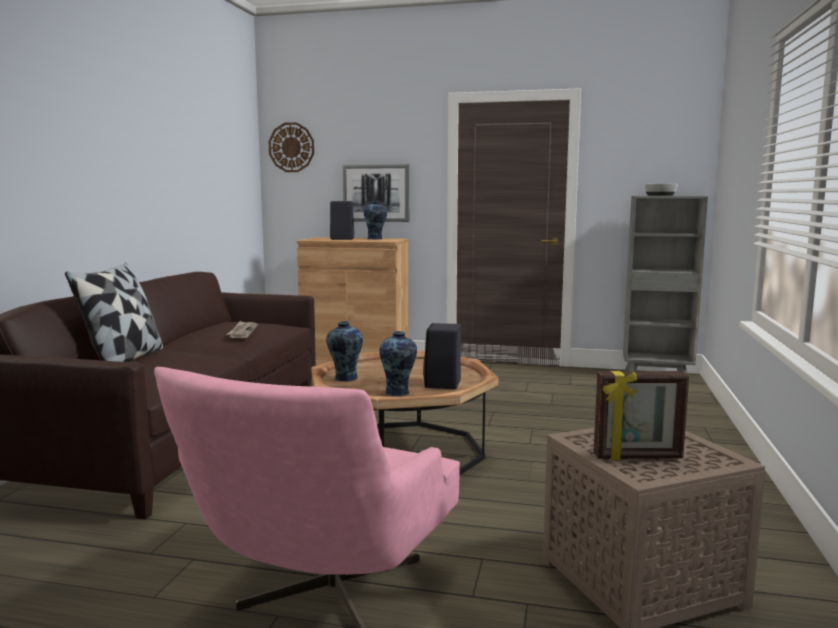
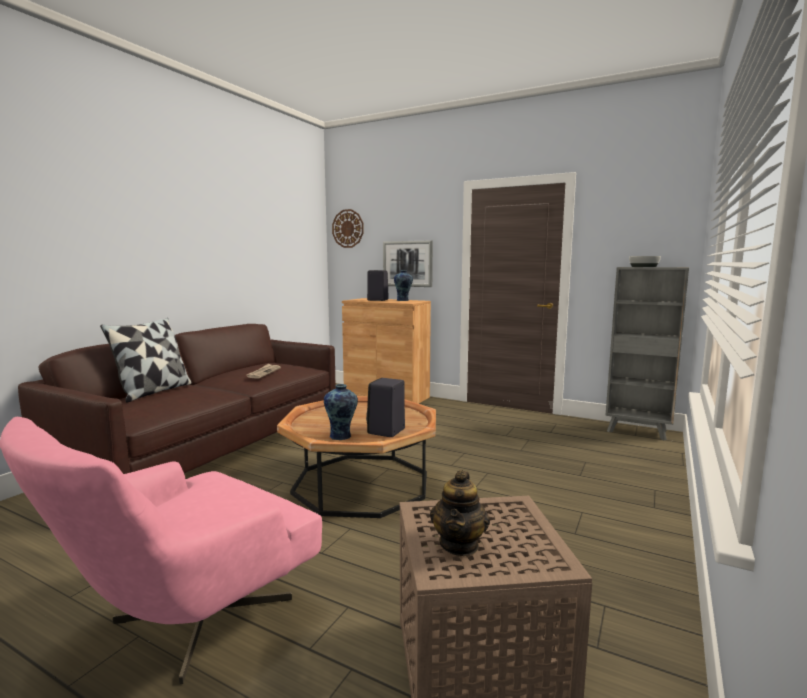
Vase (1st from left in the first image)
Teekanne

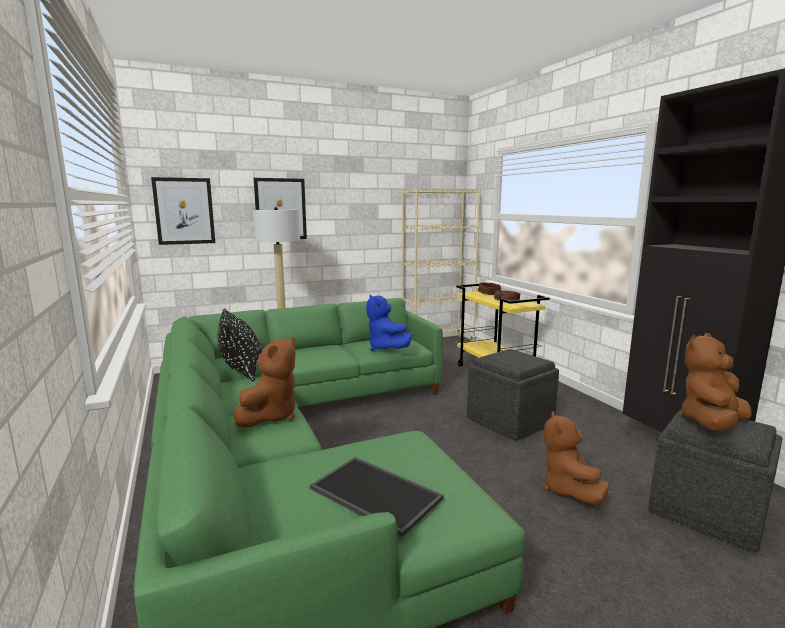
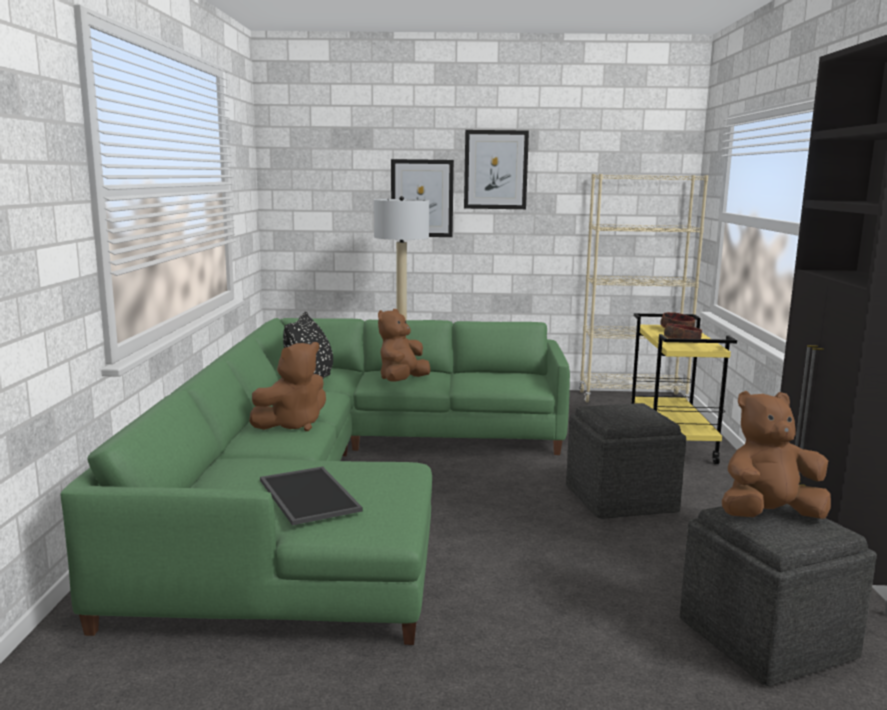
Bild (2nd from left)
Plüschtier/blau
Plüschtier/braun (2nd from left)

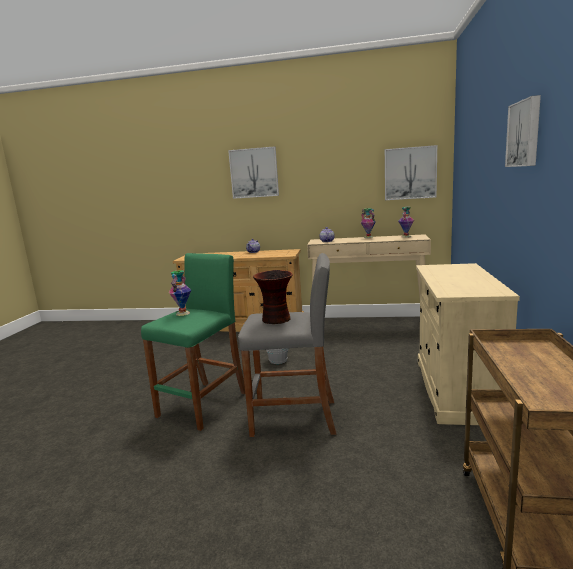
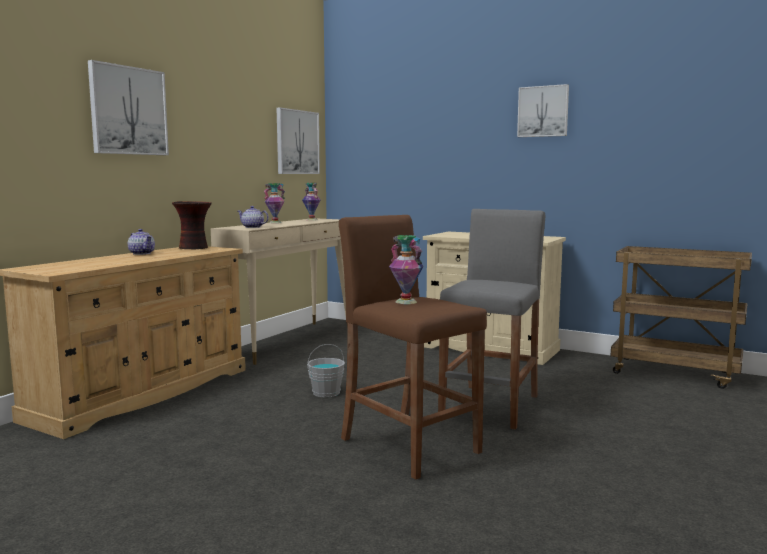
Hocker/braun
Vase (1st from left)

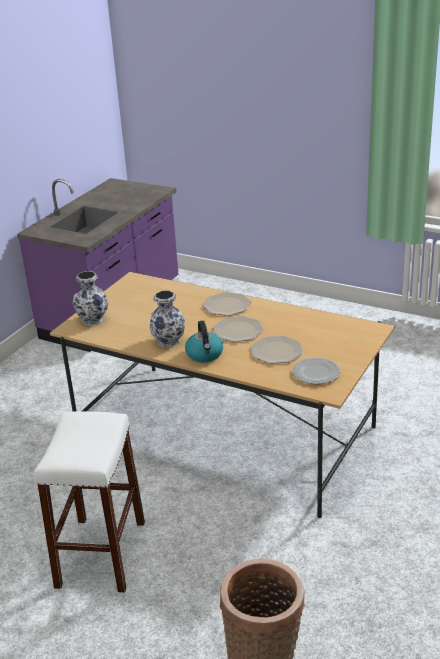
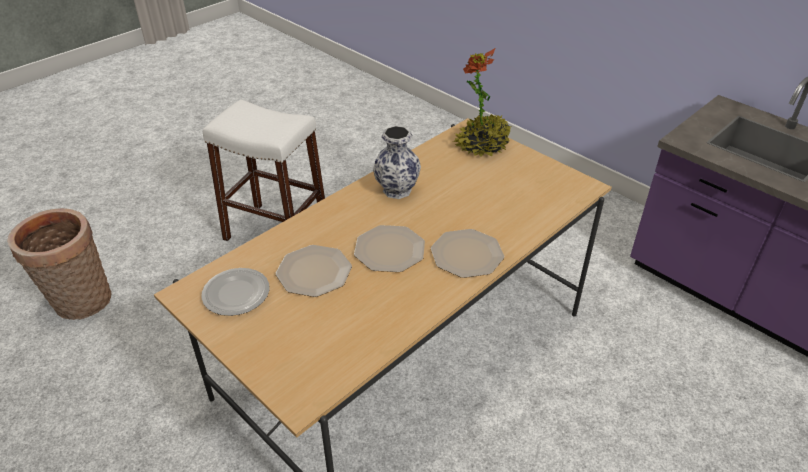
Topfpflanze
Wasserkessel

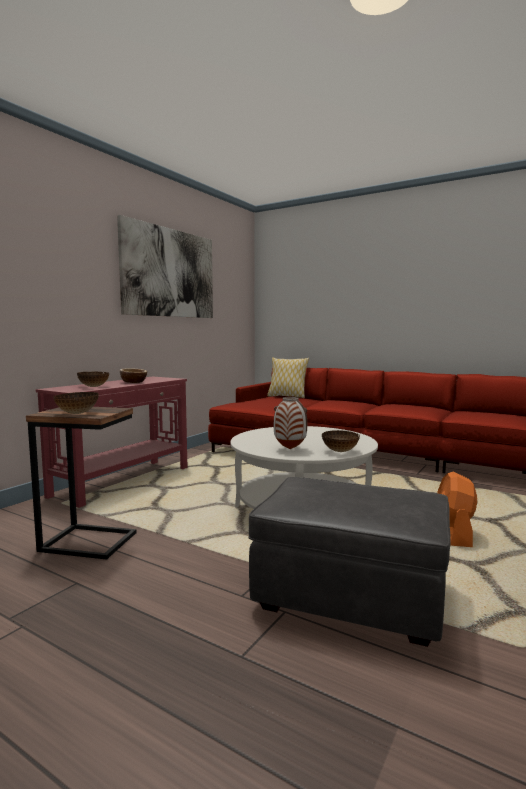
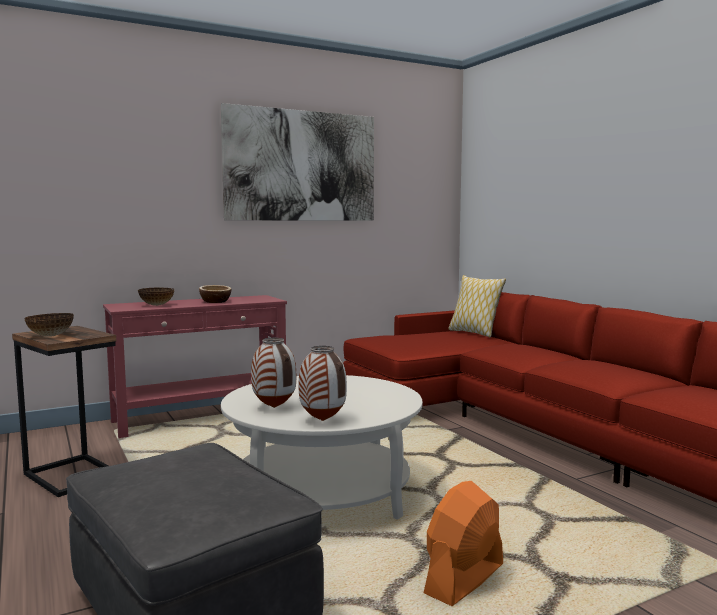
Vase (2nd from left)

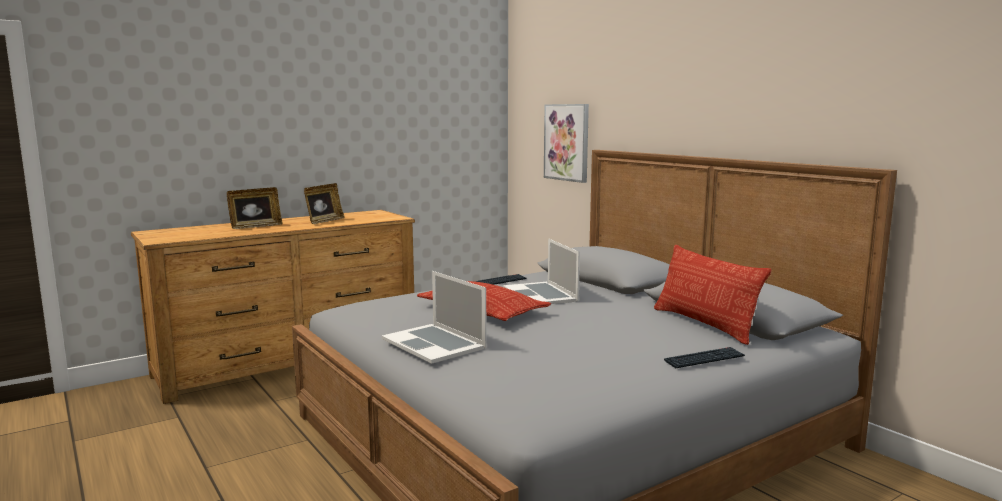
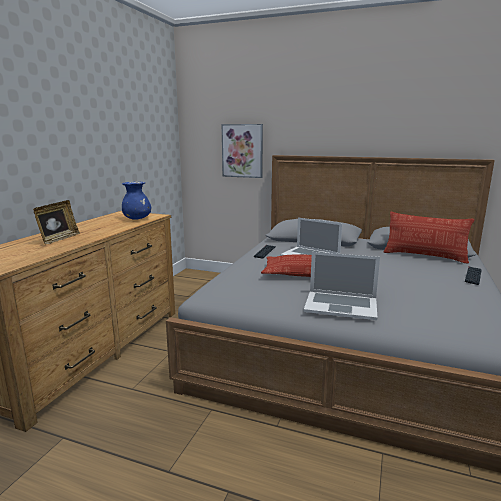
Bilderrahmen (2nd from left in the first image)
Vase/blau

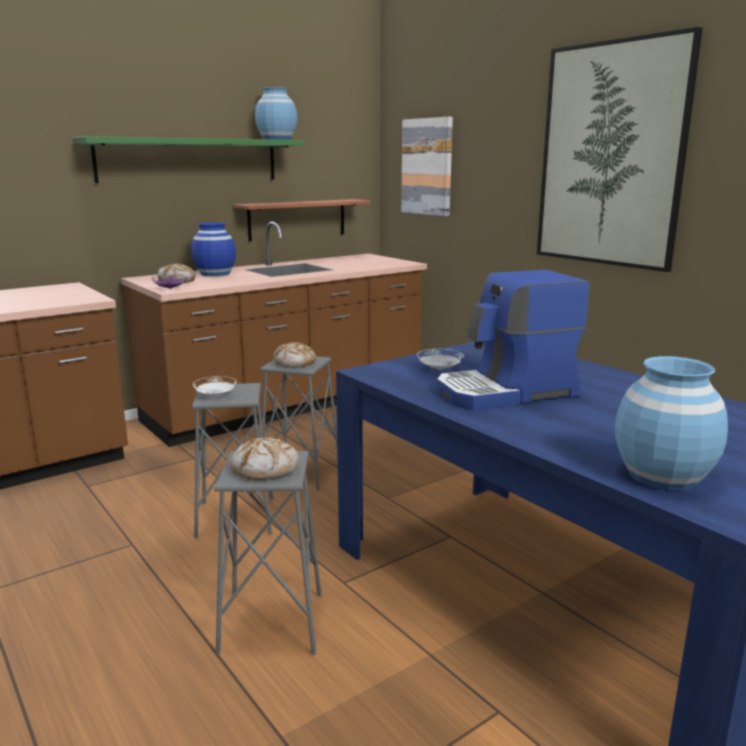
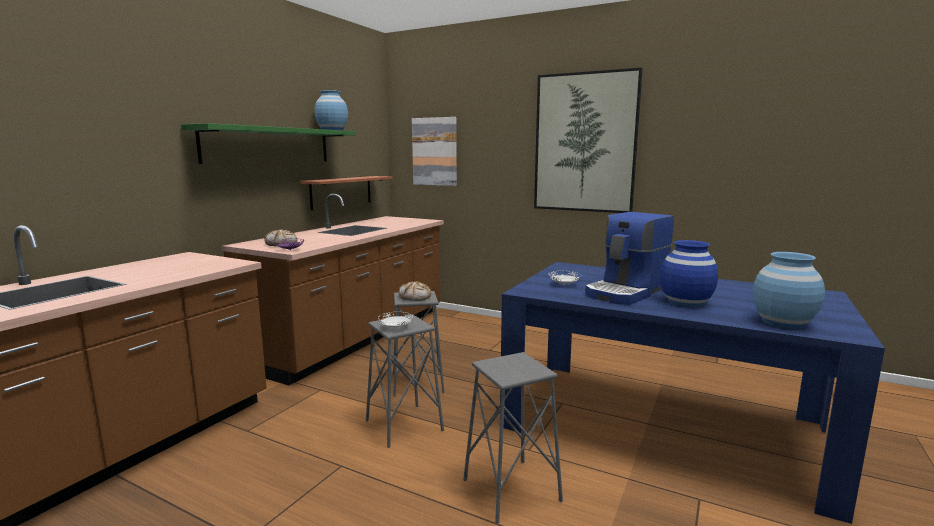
Vase/blau (2nd from left)
Brot (2nd from left in the first image)

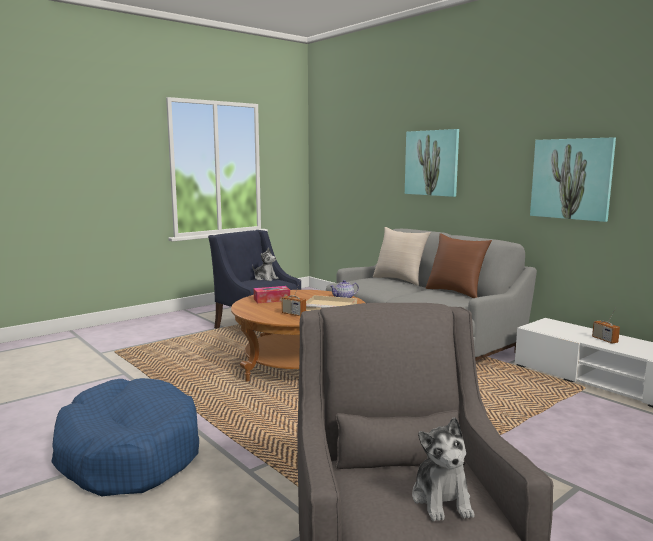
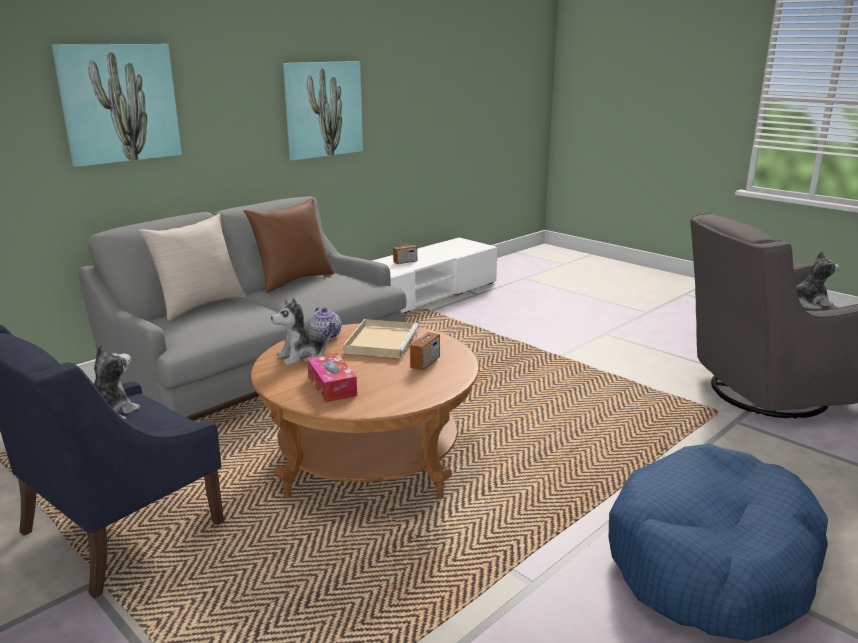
Plüschtier (2nd from left)

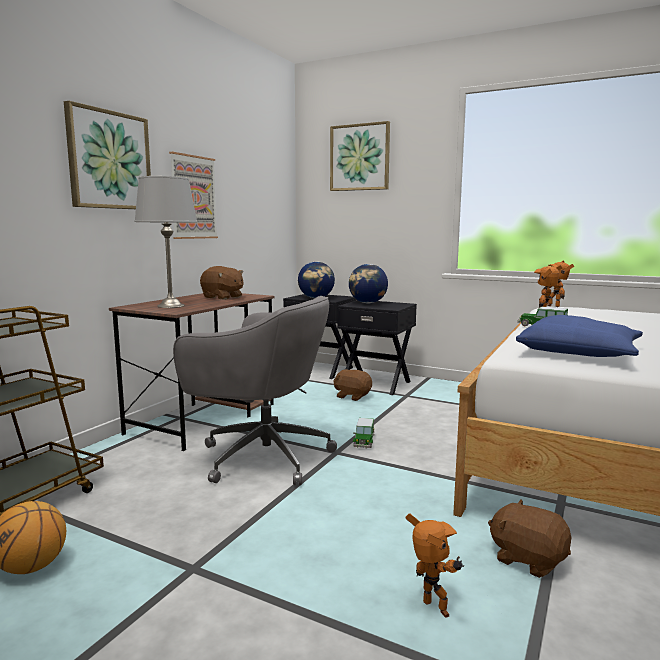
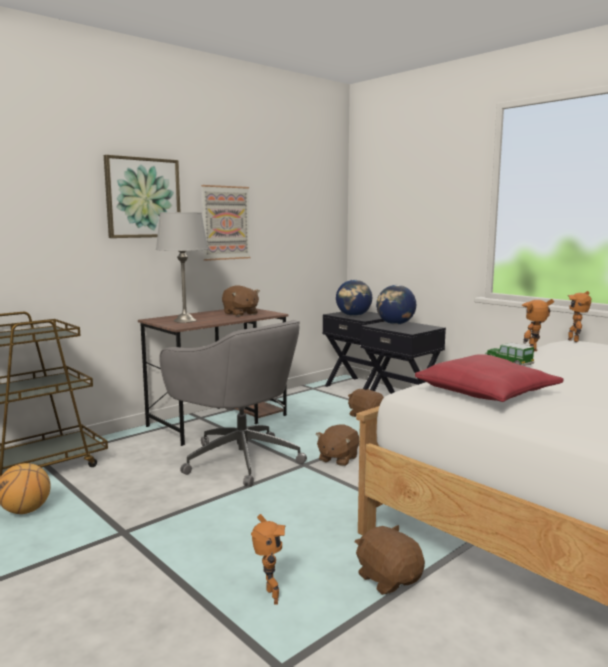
Bild (3rd from left in the first image)
Kissen/rot
Plüschtier/braun (2nd from left)

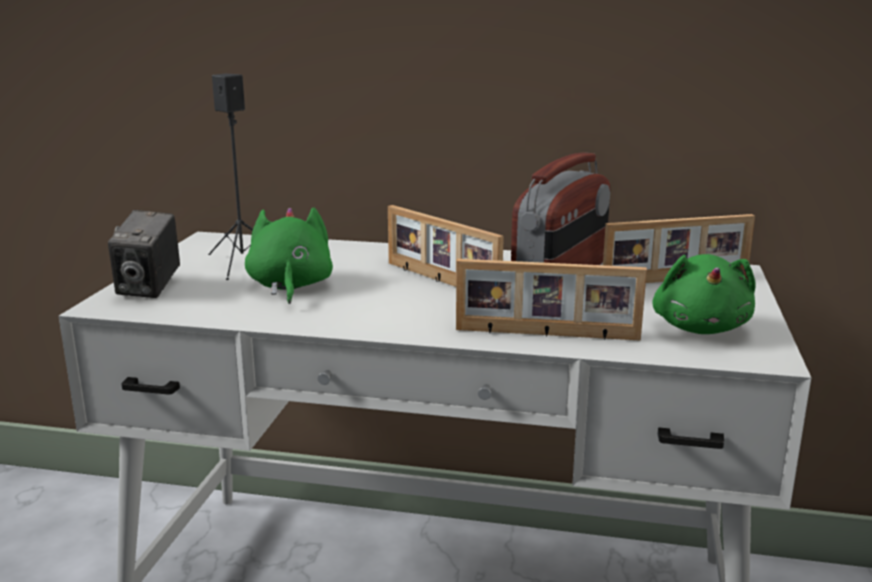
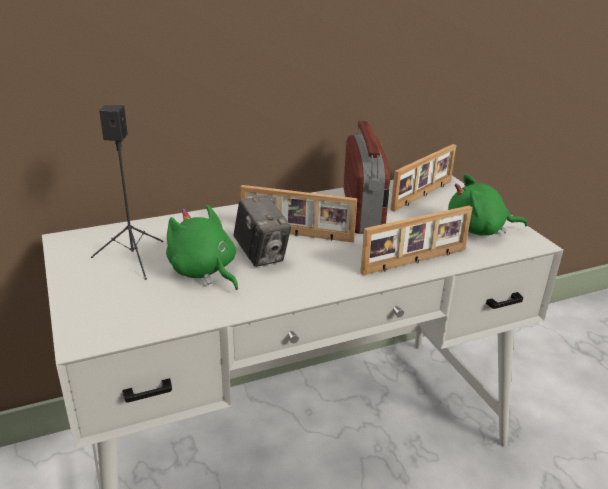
Kamera
Plüschtier/grün (2nd from left)

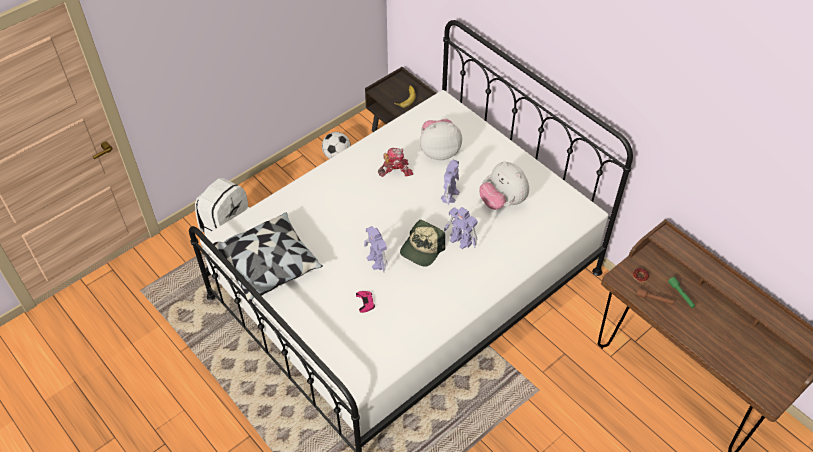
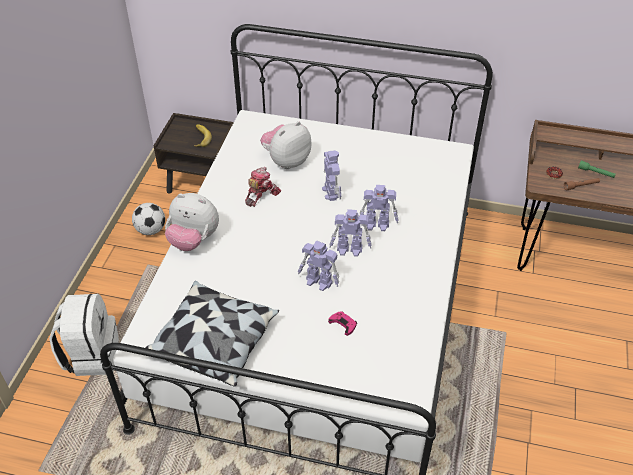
Plüschtier (1st from left)
Spielzeugroboter (4th from left)

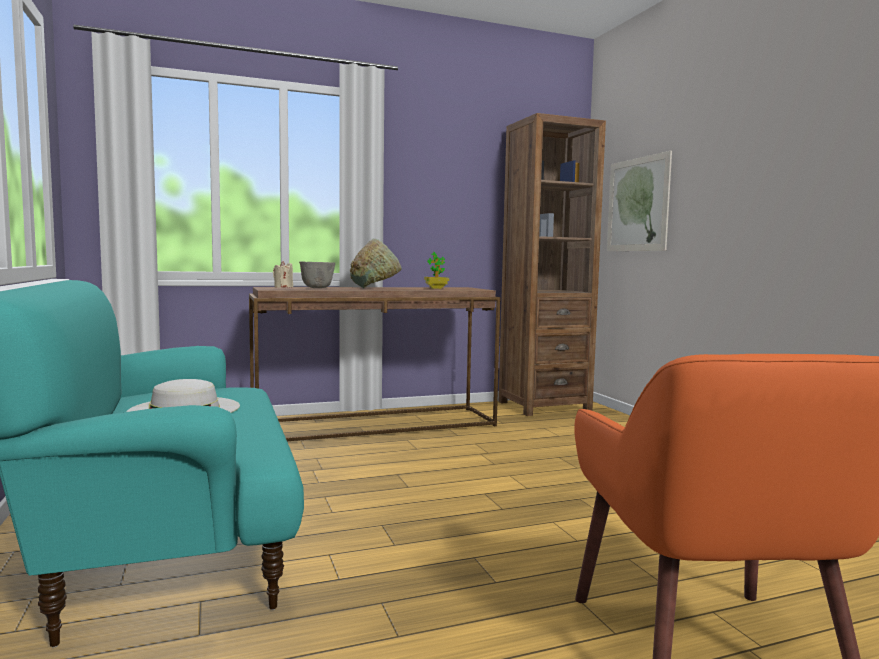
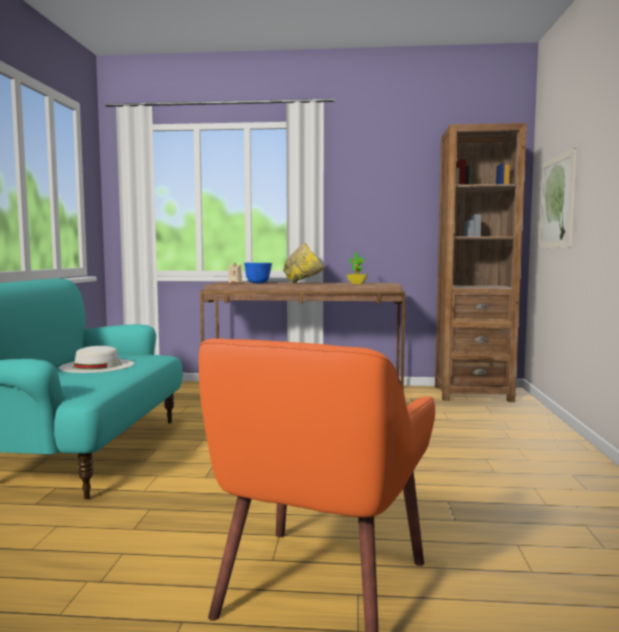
Schüssel/gelb
Schüssel/blau

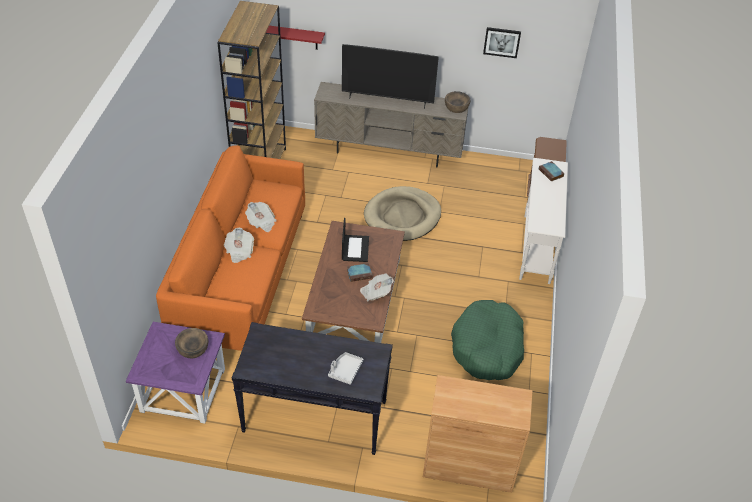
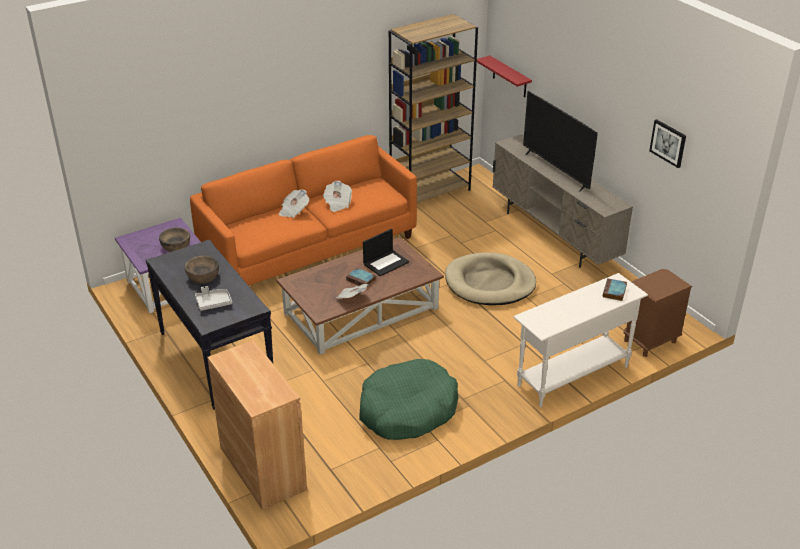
Schüssel/braun (2nd from left)

